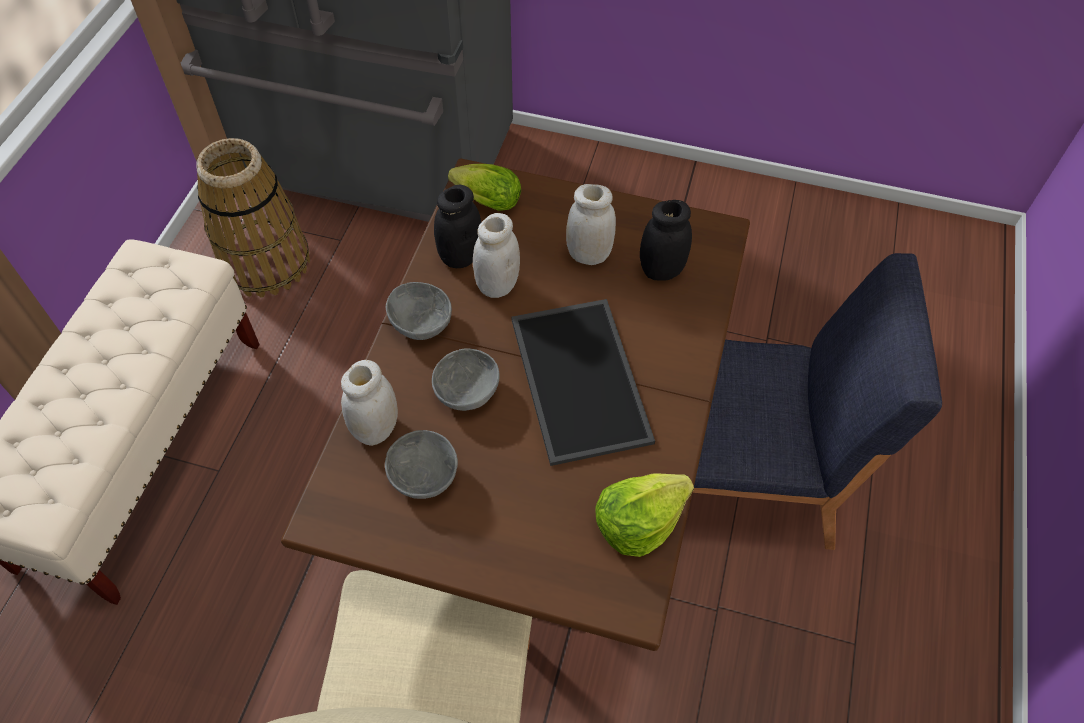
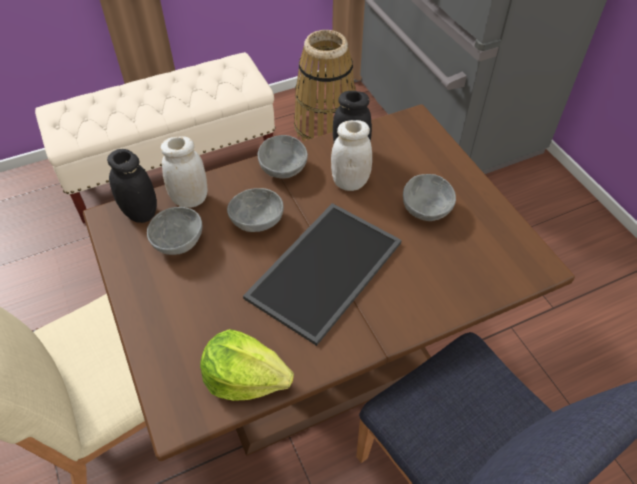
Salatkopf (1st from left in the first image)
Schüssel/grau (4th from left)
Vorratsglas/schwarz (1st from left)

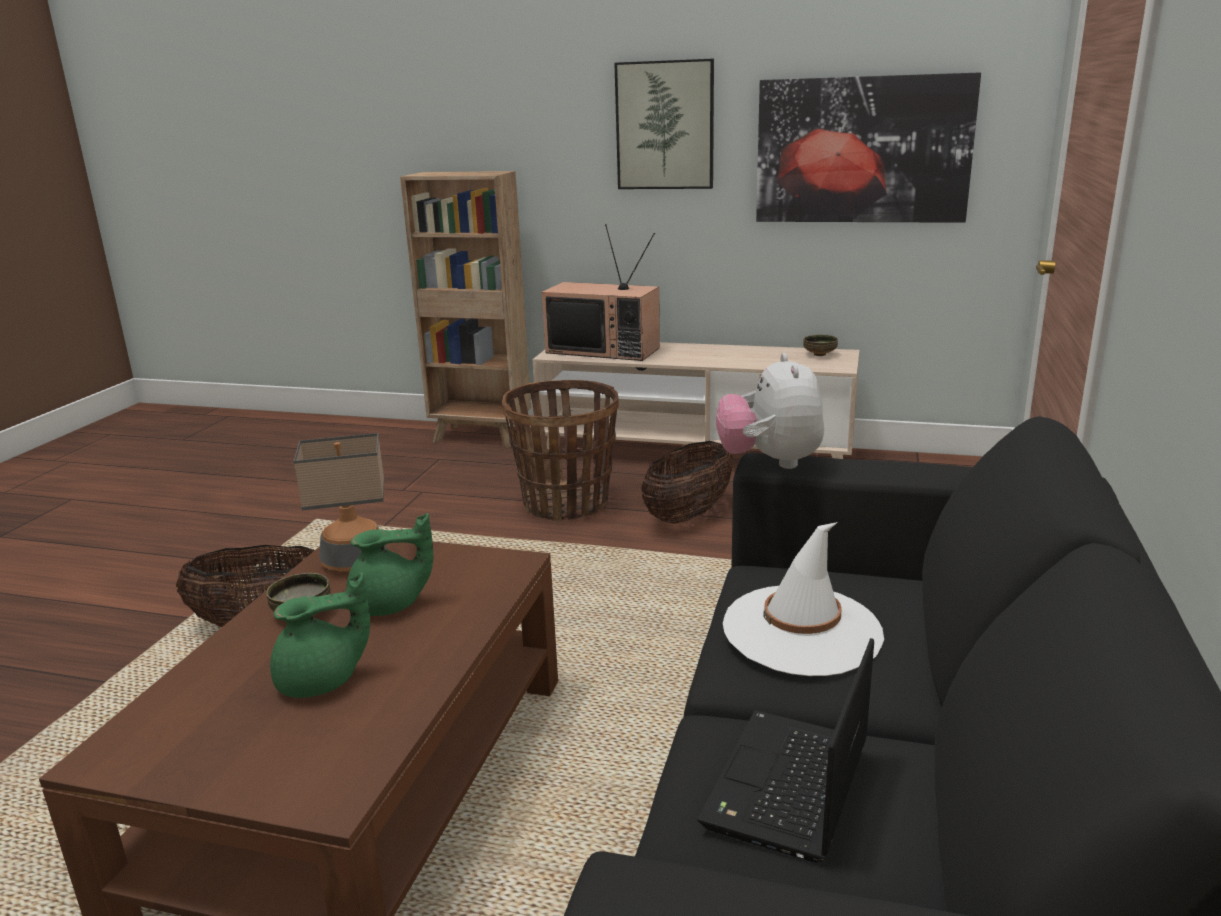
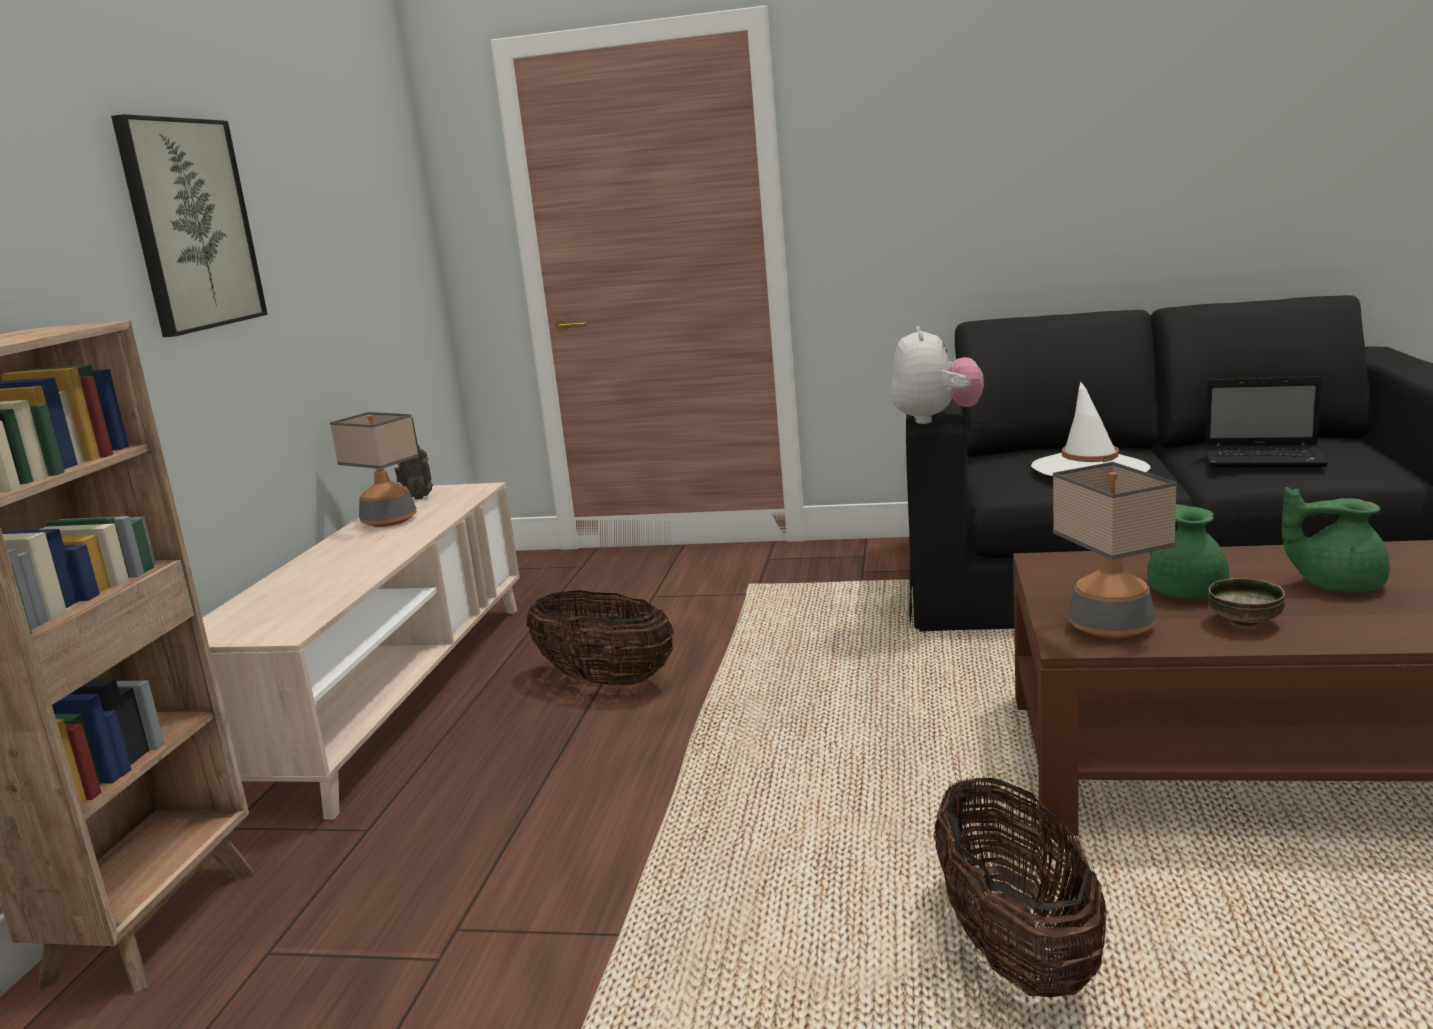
Bild (2nd from left in the first image)
Fernseher
Radio
Plüschtier
Korb (2nd from left in the first image)
Teekanne/grün (2nd from left)
Tischlampe (1st from left)

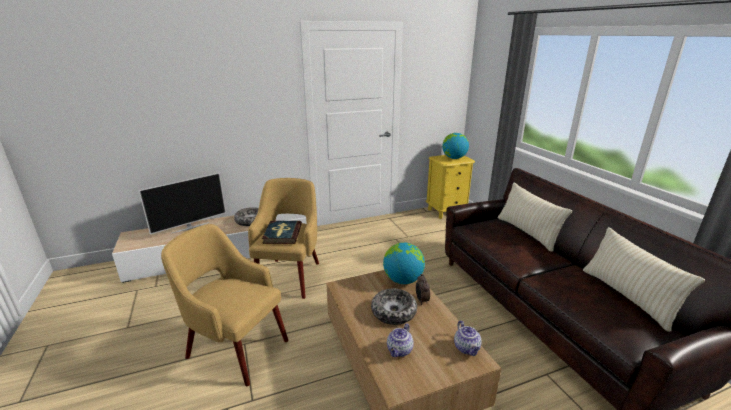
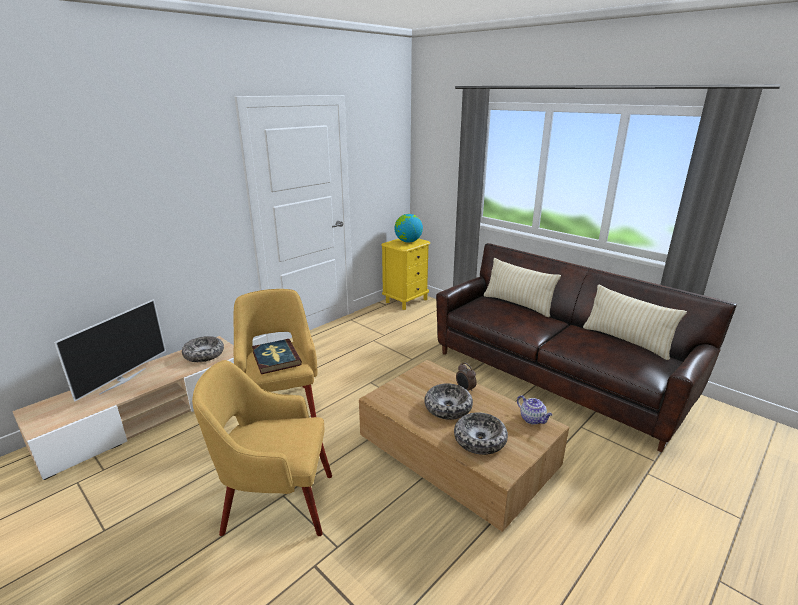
Globus (1st from left in the first image)
Schüssel (3rd from left)

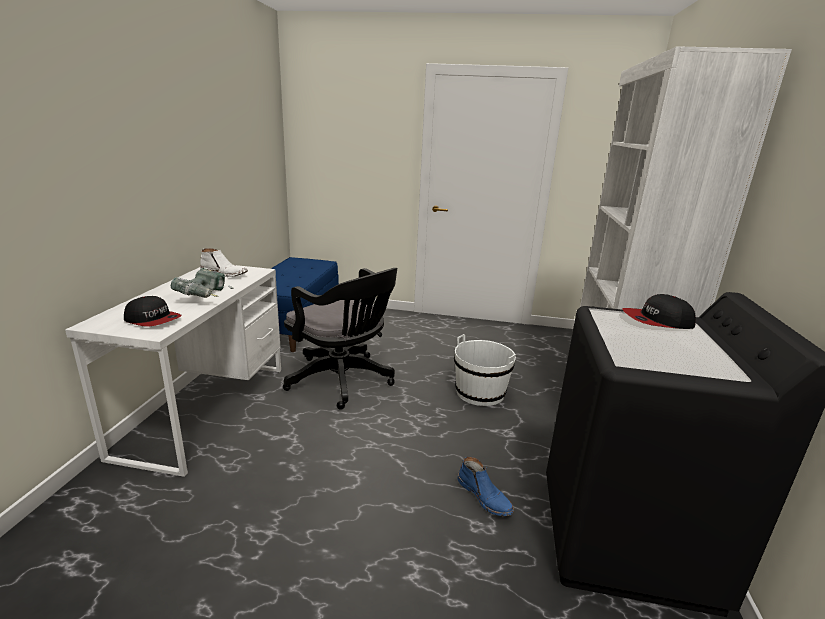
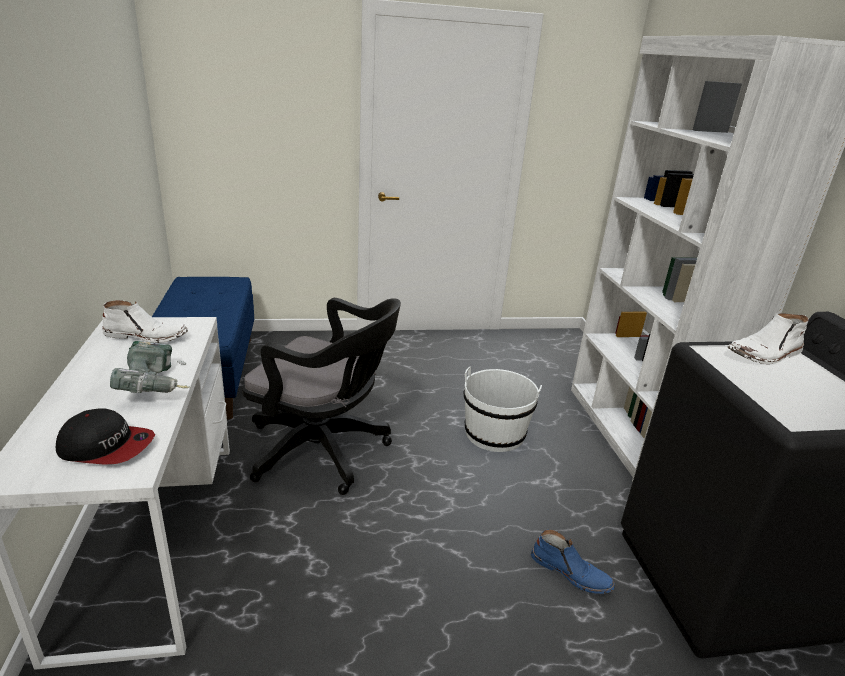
Stiefel/weiß (2nd from left)

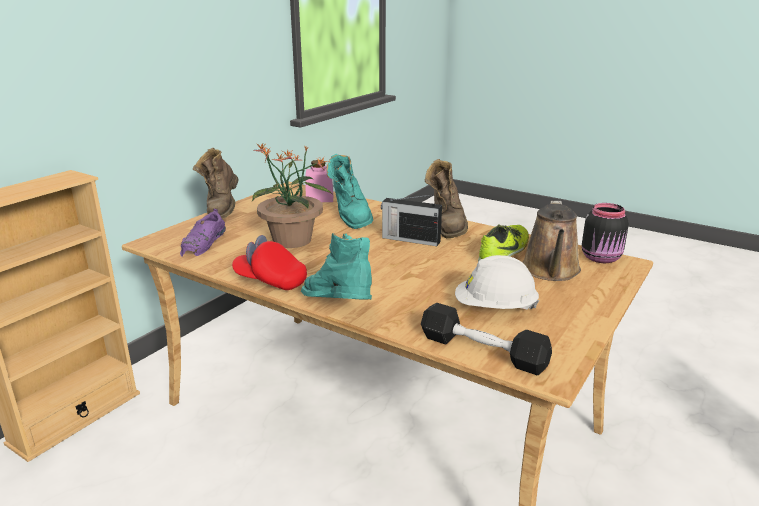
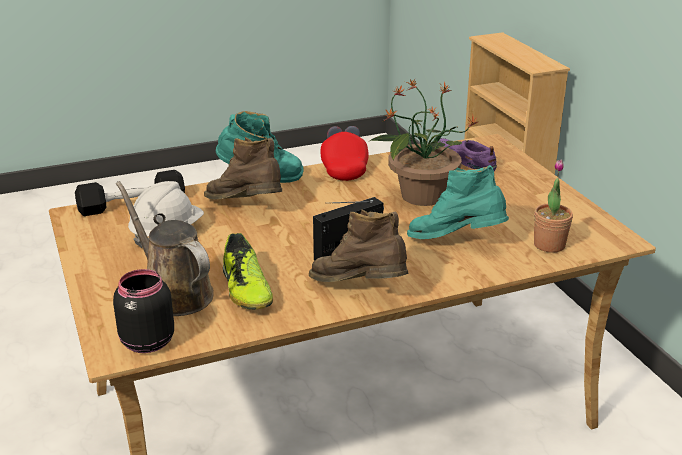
Stiefel/braun (1st from left)
Topfpflanze (2nd from left)
Kappe/rot

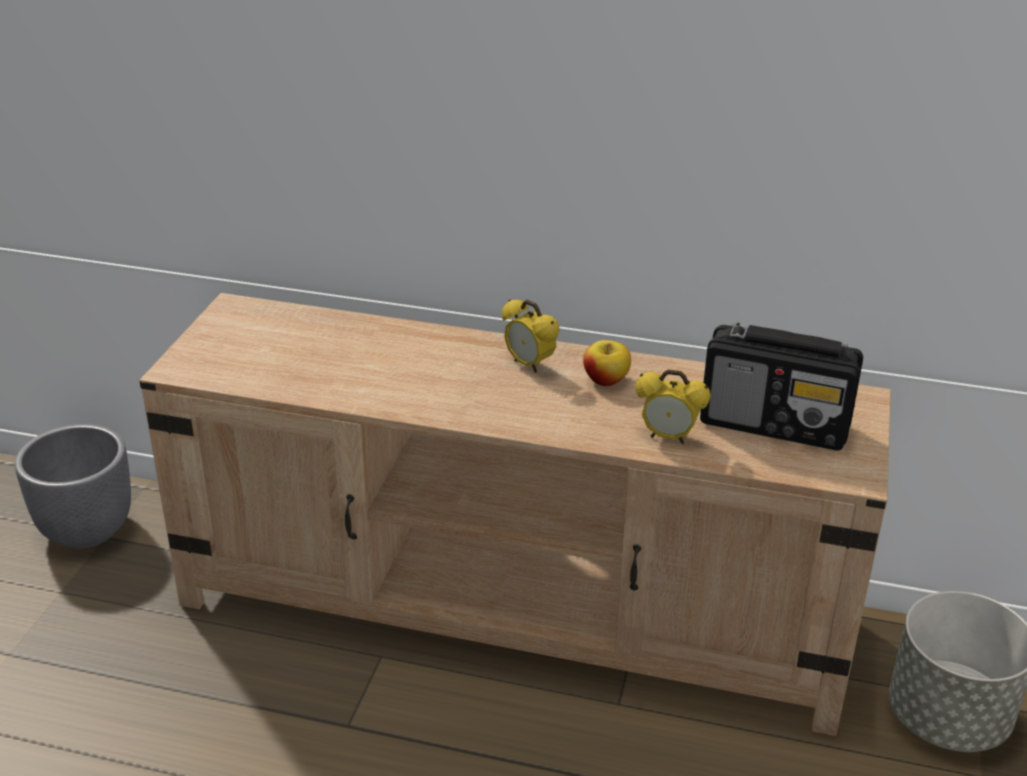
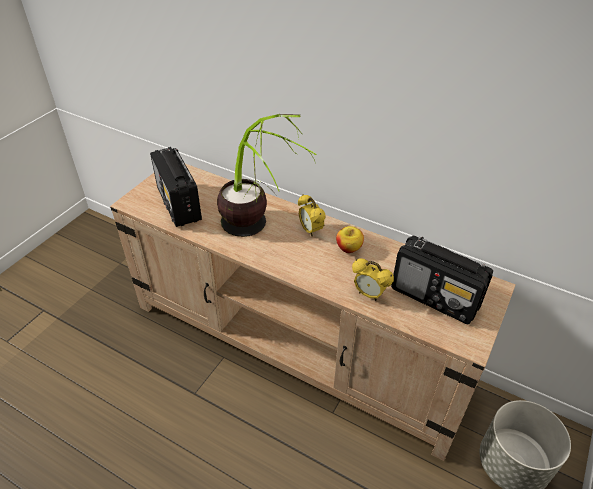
Pflanzkübel/grau (1st from left in the first image)
Topfpflanze
Radio (1st from left)

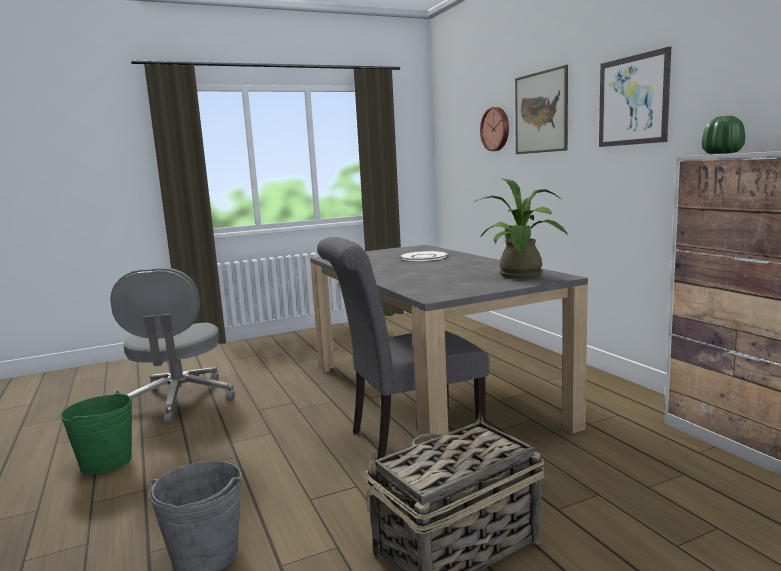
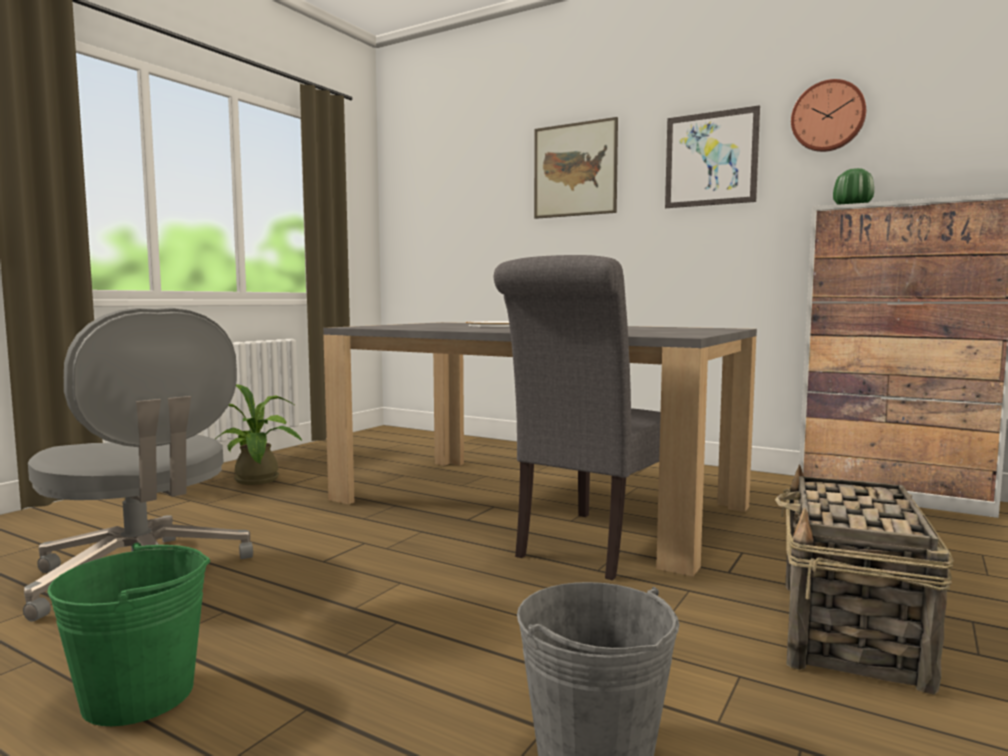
Wanduhr
Topfpflanze

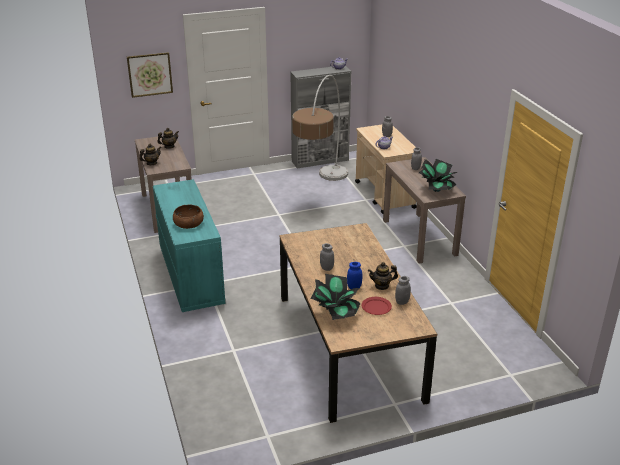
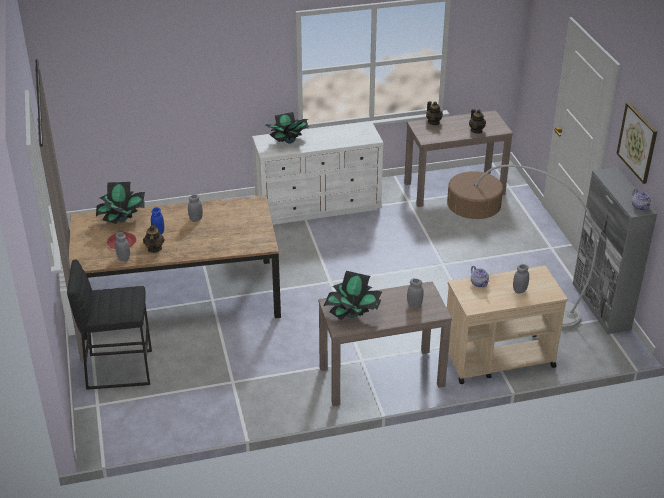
Bild
Kommode/weiß
Topfpflanze (2nd from left)
Hocker/schwarz

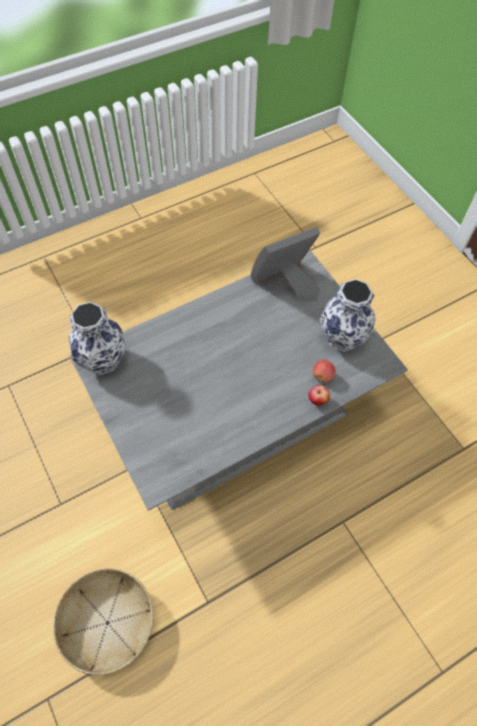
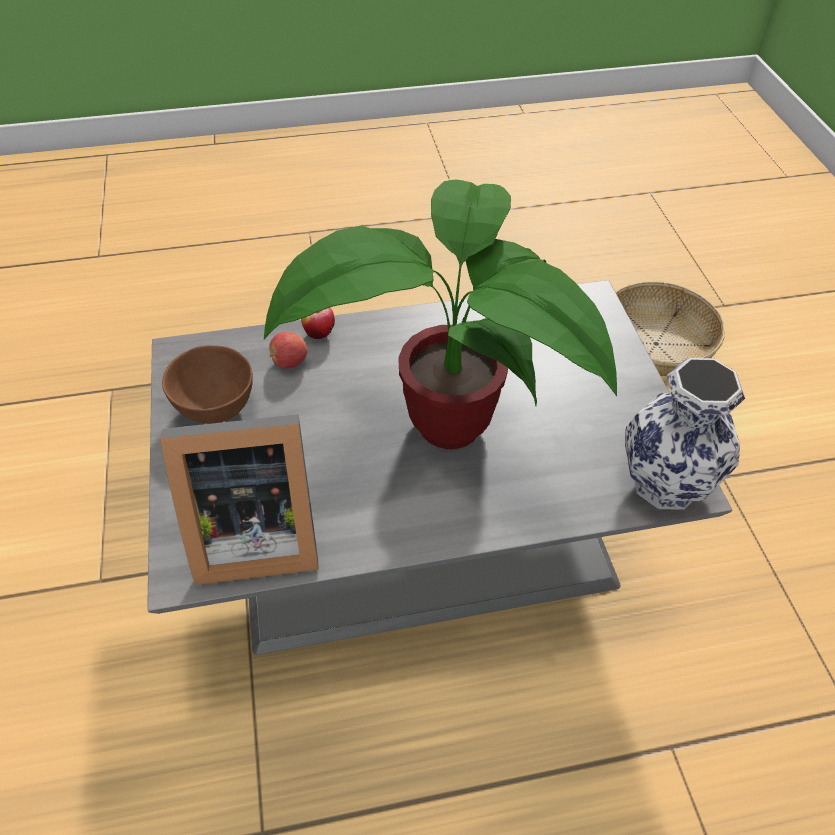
Schüssel/braun
Topfpflanze

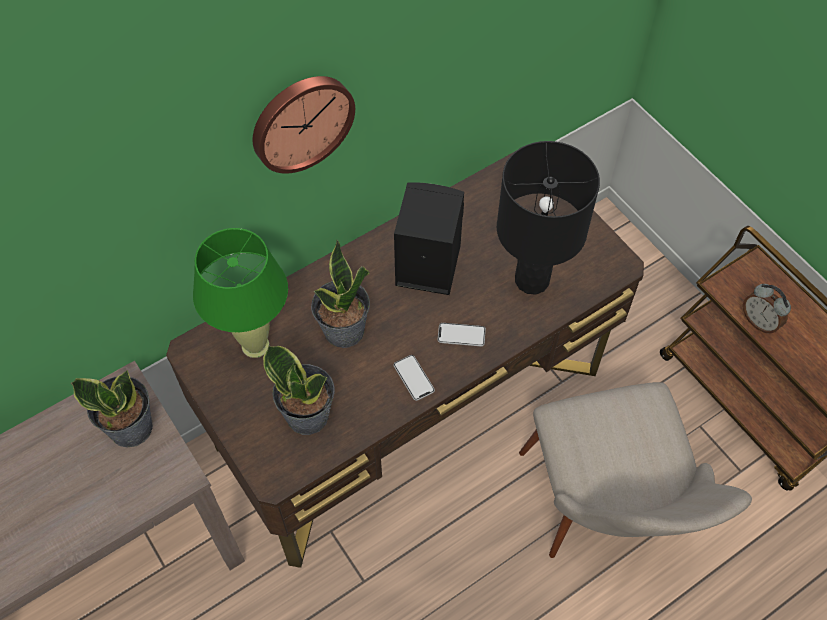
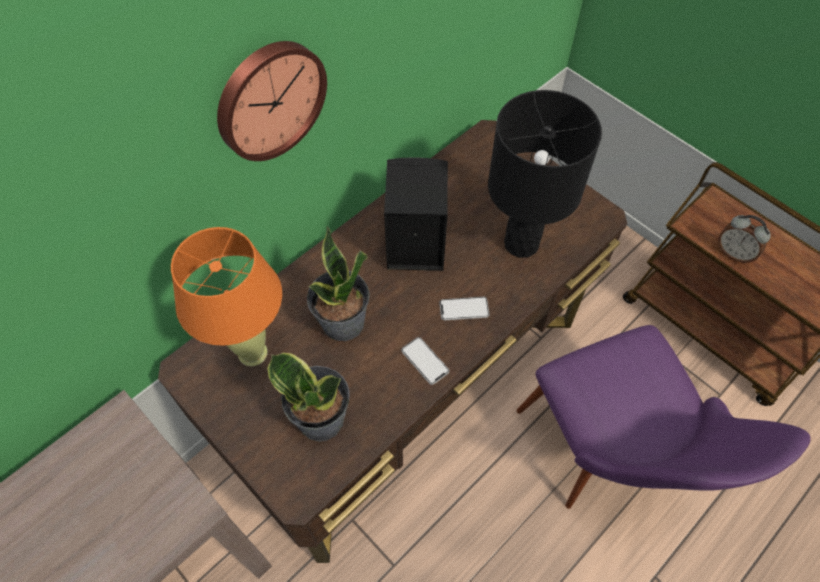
Tischlampe/orange
Topfpflanze (1st from left in the first image)
Stuhl/lila

